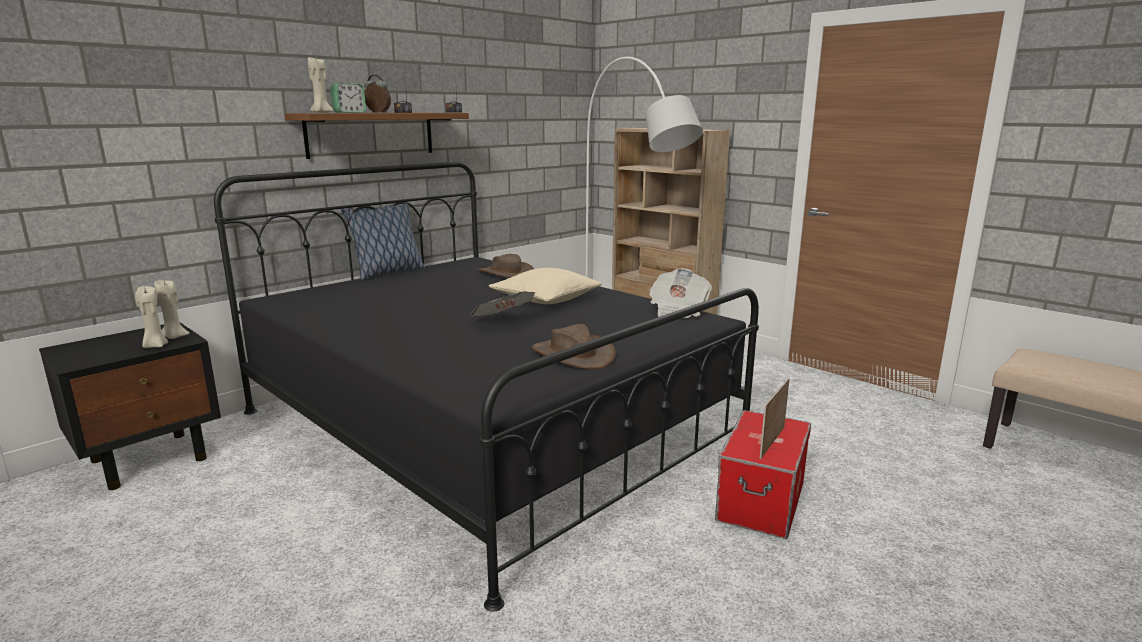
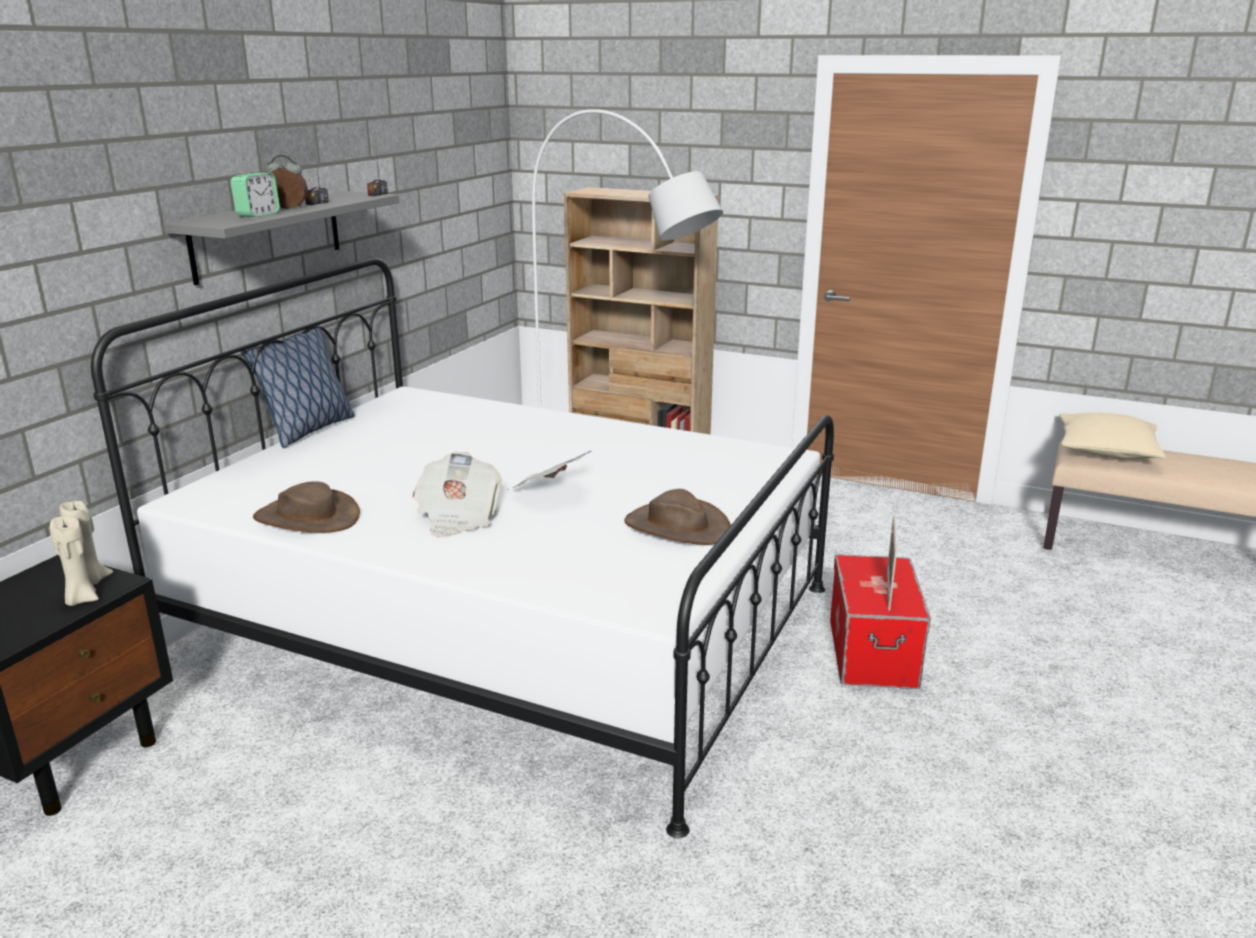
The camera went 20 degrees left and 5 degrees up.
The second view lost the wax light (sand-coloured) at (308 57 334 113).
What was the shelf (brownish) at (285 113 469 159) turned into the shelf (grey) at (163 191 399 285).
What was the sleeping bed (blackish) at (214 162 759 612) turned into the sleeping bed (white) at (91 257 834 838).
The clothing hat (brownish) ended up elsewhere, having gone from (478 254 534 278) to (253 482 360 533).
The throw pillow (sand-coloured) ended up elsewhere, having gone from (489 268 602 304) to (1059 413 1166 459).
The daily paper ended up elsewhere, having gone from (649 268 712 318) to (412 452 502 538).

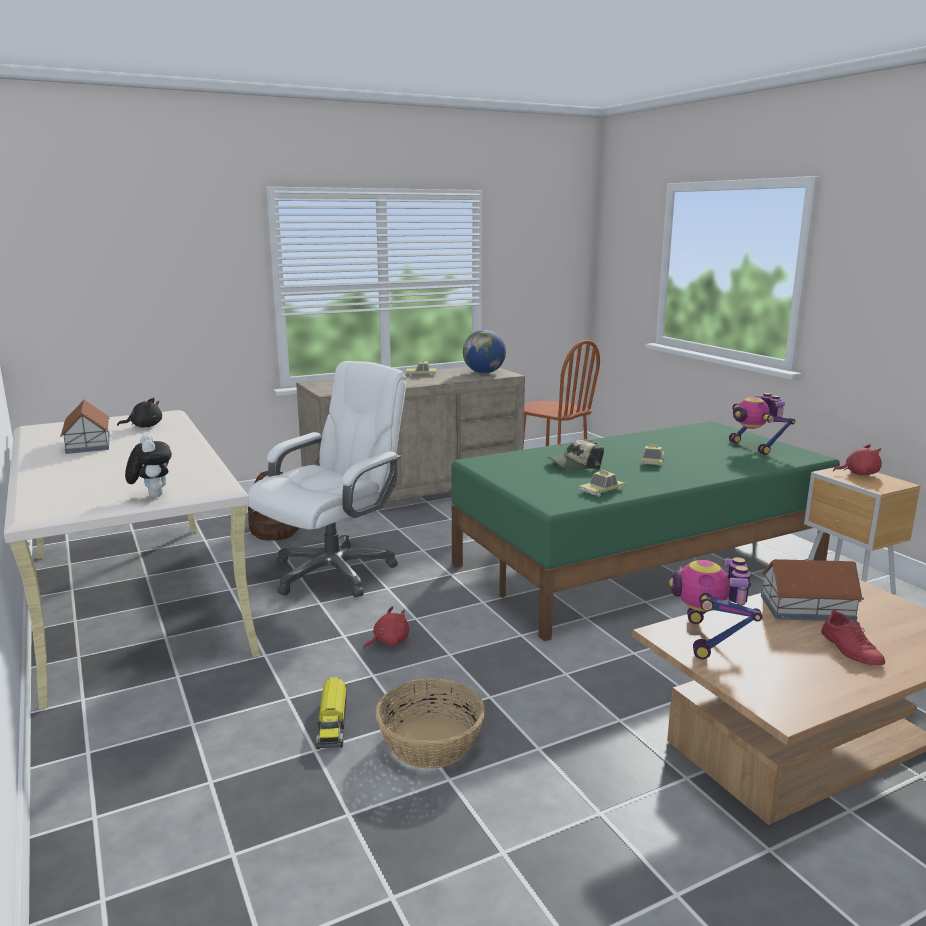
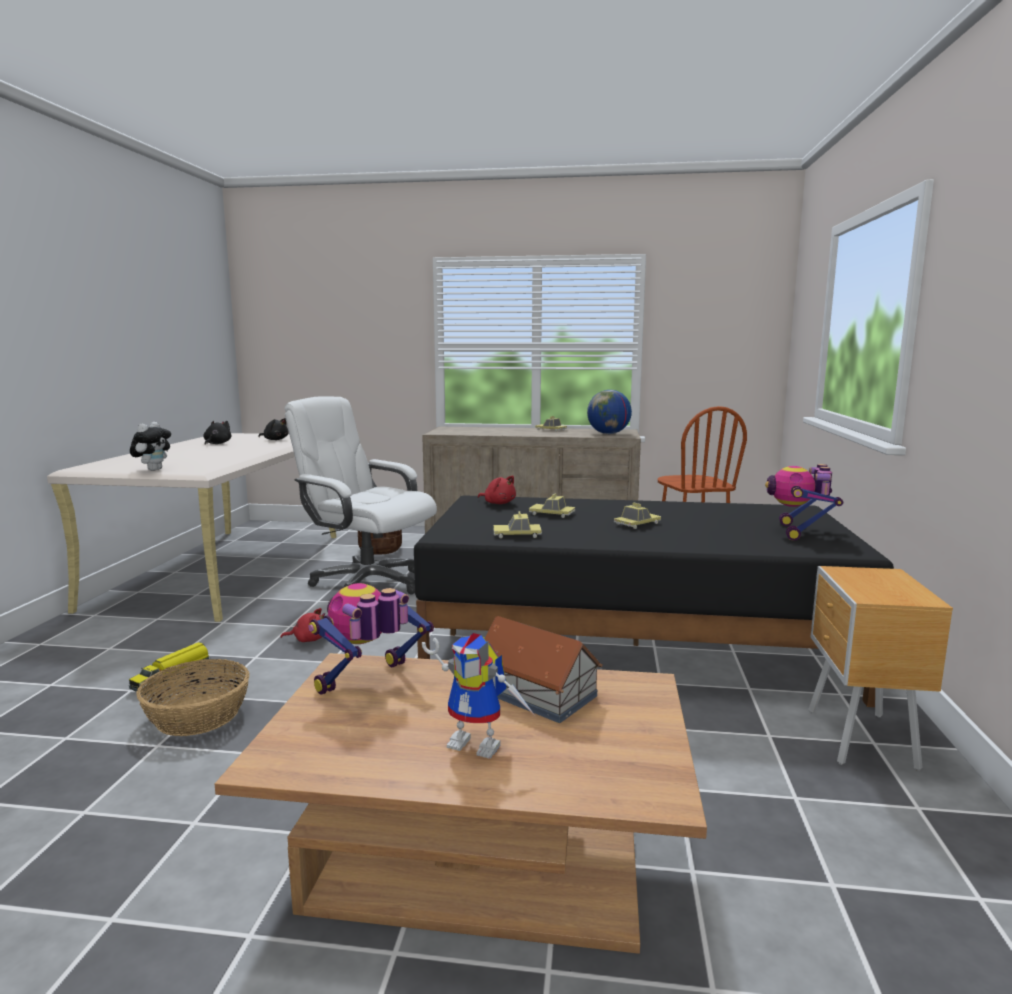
The camera went 35 degrees right and 5 degrees down.
The computer chair (white) at (248 361 406 597) ended up facing another way, 135 degrees counterclockwise from before.
Where the toy house stood at (60 399 110 454), the soft toy (blackish) came to stand at (203 421 231 445).
What was the sleeping bed (greenish) at (451 421 840 641) turned into the sleeping bed (blackish) at (414 495 894 707).
Where the baseball cap stood at (547 439 604 470), the toy car came to stand at (529 493 575 518).
The soft toy (red-coloured) ended up elsewhere, having gone from (833 444 882 475) to (478 476 516 504).
Where the item of footwear (red-coloured) stood at (821 610 885 665), the toy robot came to stand at (422 633 534 759).

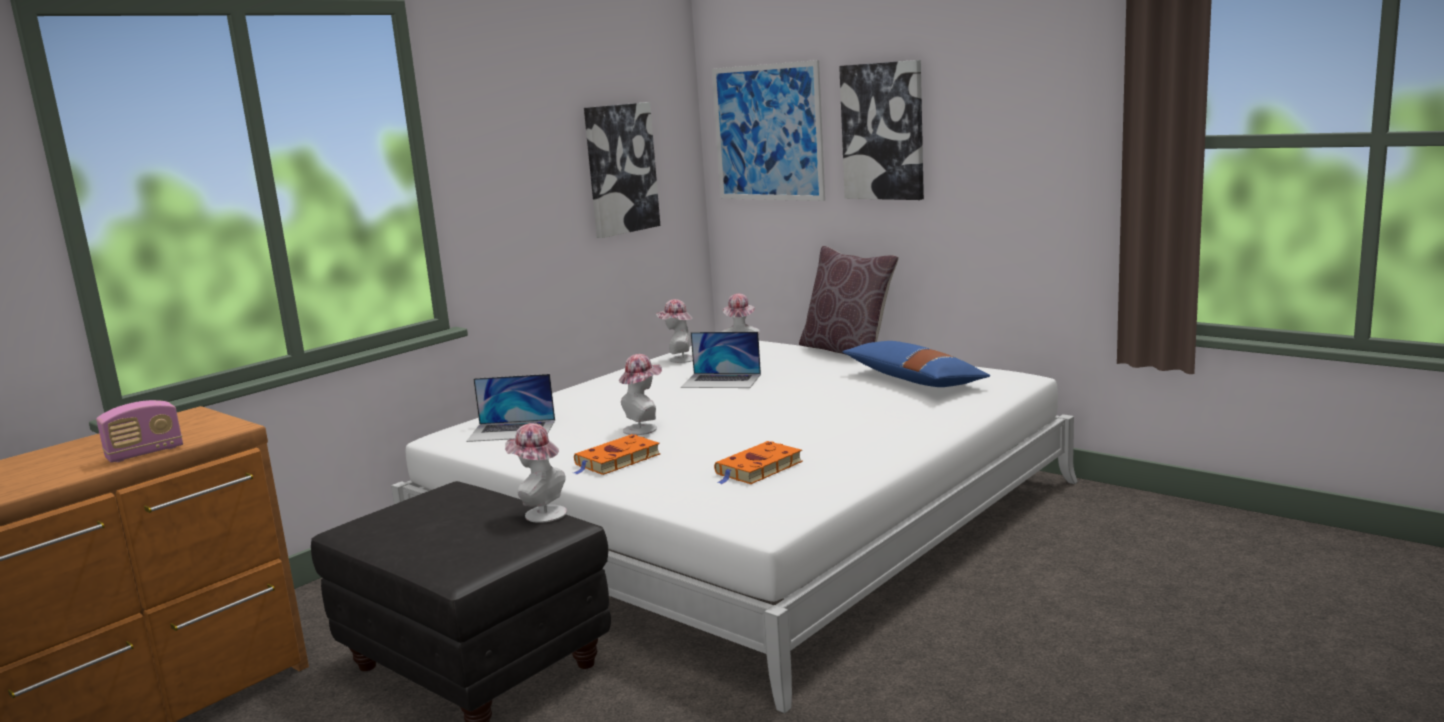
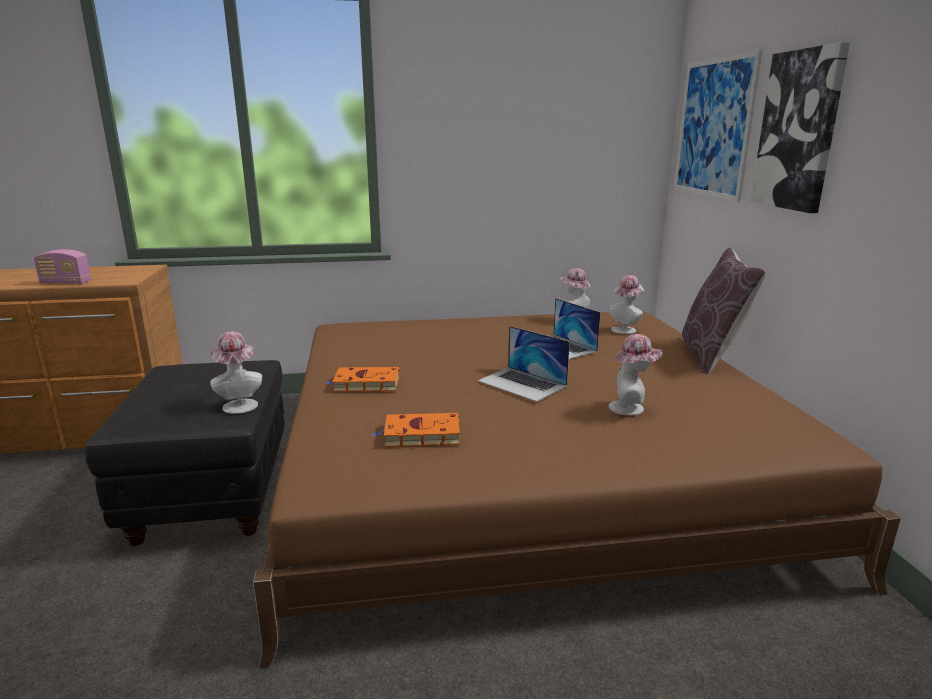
The camera went 40 degrees right and 5 degrees up.
The second view lost the wall picture at (584 102 660 238).
What was the sleeping bed (white) at (391 341 1078 713) turned into the sleeping bed (brownish) at (253 312 901 669).
The second view lost the throw pillow (blue-coloured) at (842 341 990 387).
The clothing hat ended up elsewhere, having gone from (619 354 662 435) to (609 334 663 416).
The laptop ended up elsewhere, having gone from (466 374 555 442) to (478 326 570 402).

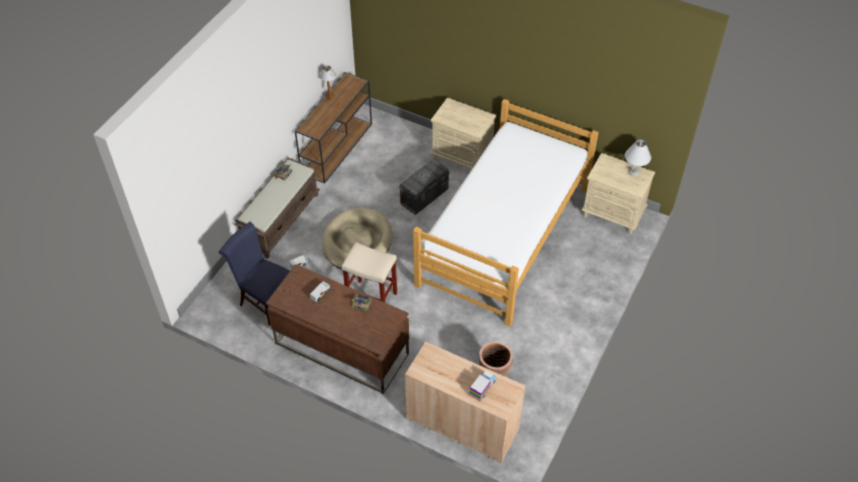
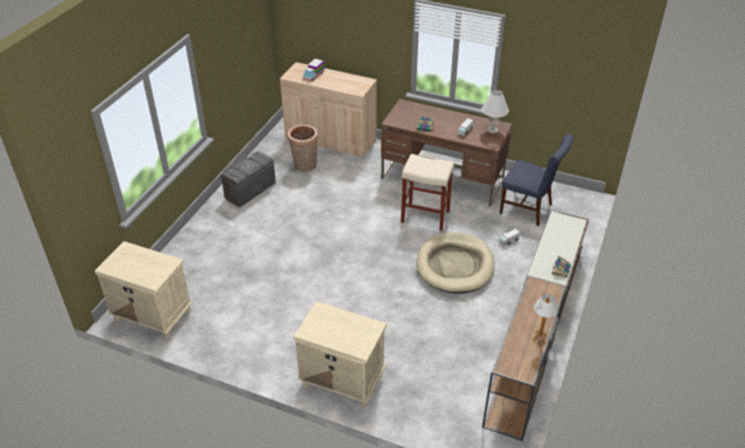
The camera went 175 degrees right and 10 degrees down.
The second view lost the sleeping bed at (413 99 599 326).
The tabletop lamp (white) ended up elsewhere, having gone from (625 140 651 176) to (482 90 509 133).
The storage container (grey) ended up elsewhere, having gone from (399 159 450 215) to (220 151 276 208).

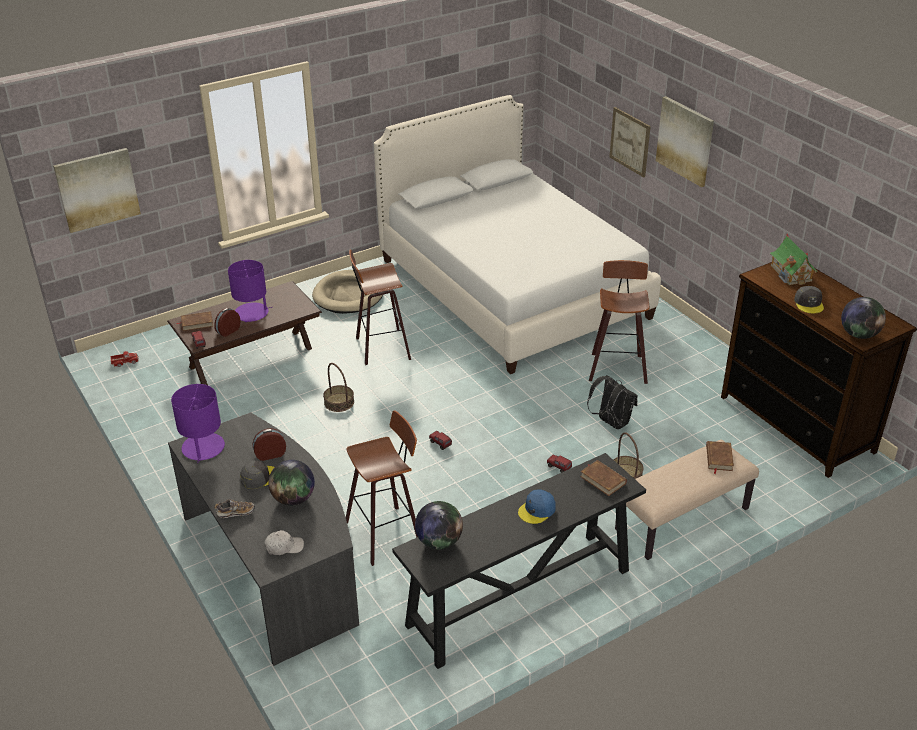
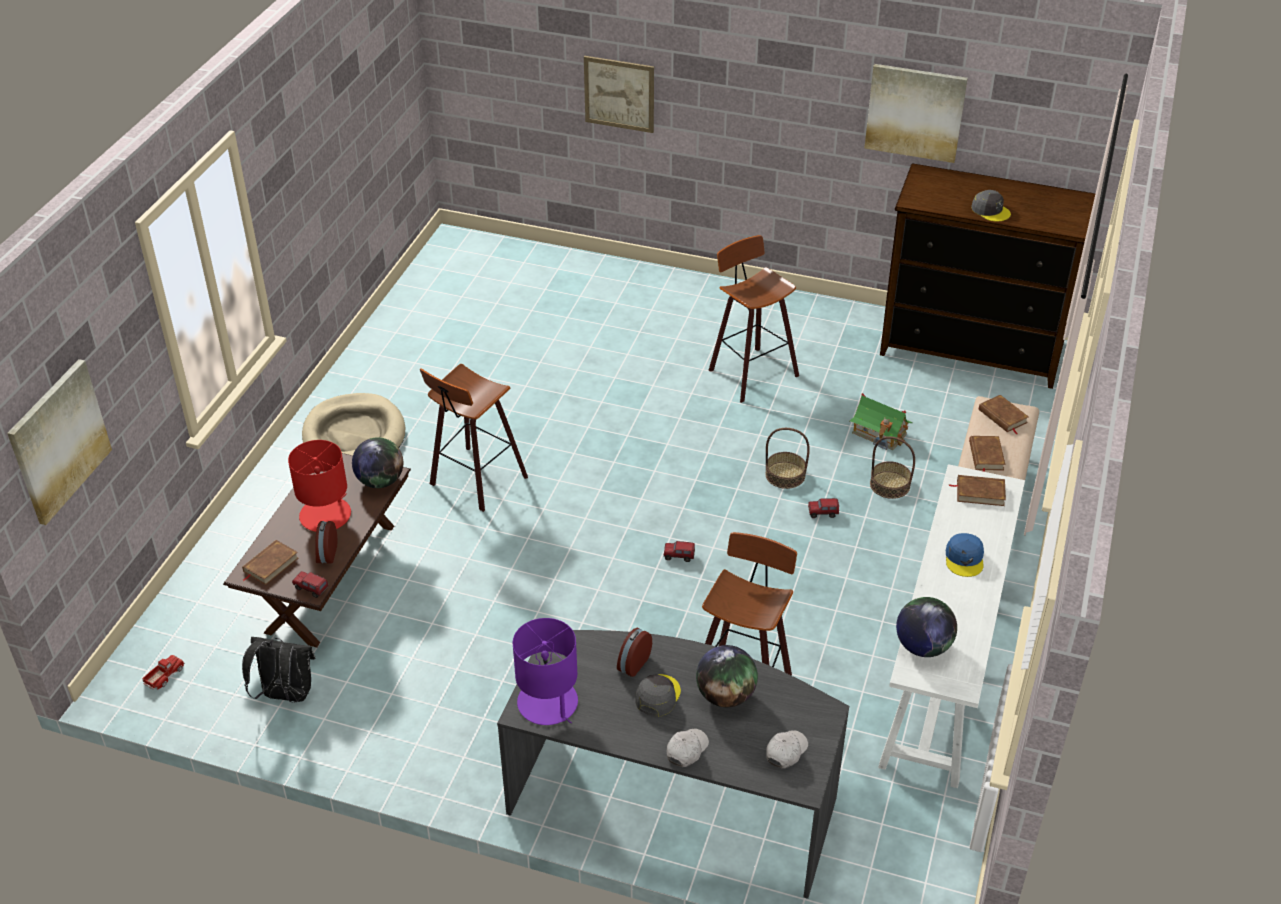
The camera went 40 degrees left and 5 degrees up.
The second view lost the sleeping bed (white) at (374 95 661 374).
The wall picture ended up elsewhere, having gone from (656 96 714 187) to (865 64 968 163).
The toy house ended up elsewhere, having gone from (770 233 818 285) to (850 393 913 450).
What was the tabletop lamp (purple-coloured) at (228 260 272 322) turned into the tabletop lamp (red-coloured) at (288 440 351 532).
The desk globe ended up elsewhere, having gone from (841 297 886 339) to (352 437 403 488).
The household basket ended up elsewhere, having gone from (323 363 354 412) to (765 428 810 489).
The rucksack (blackish) ended up elsewhere, having gone from (587 375 638 429) to (242 637 315 703).
What was the console table (blackish) at (392 453 646 669) turned into the console table (white) at (878 464 1025 788).
Where the item of footwear stood at (214 499 255 518), the baseball cap (white) came to stand at (667 729 709 767).
The second view gained the book (brownish) at (969 436 1005 472).

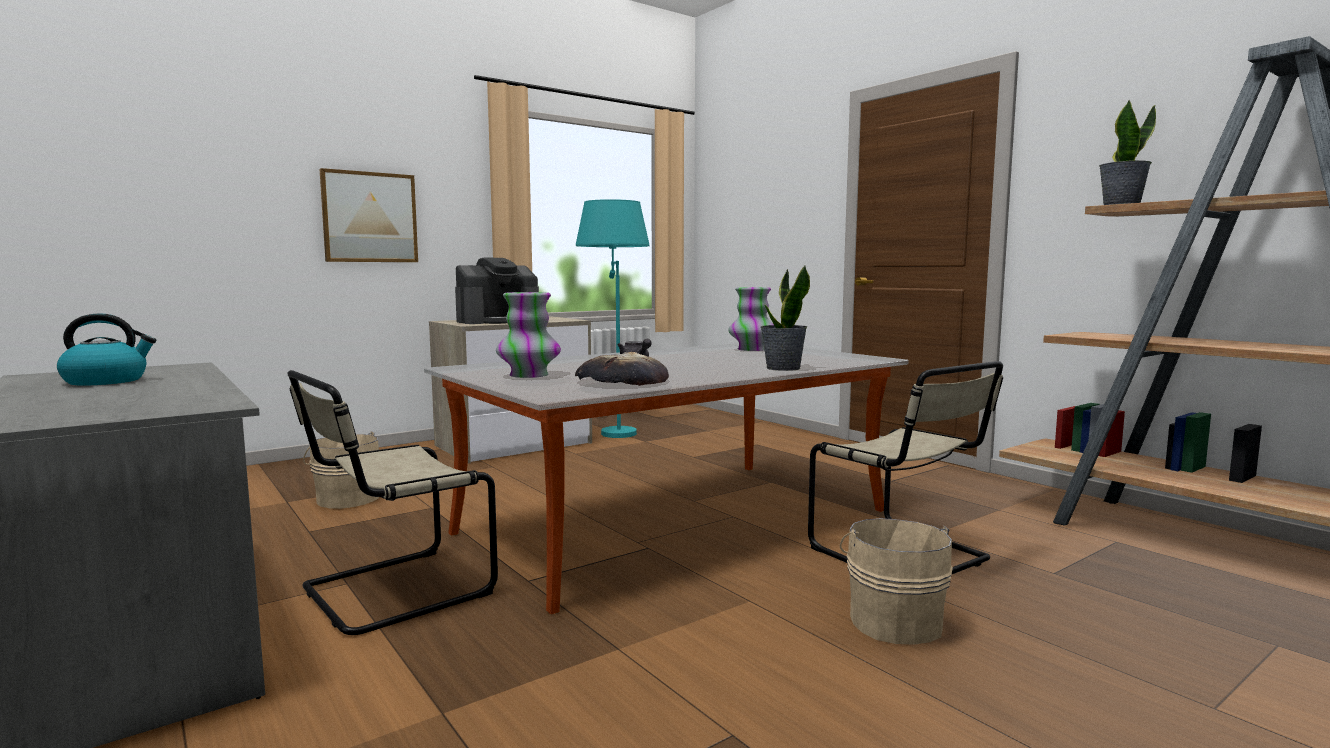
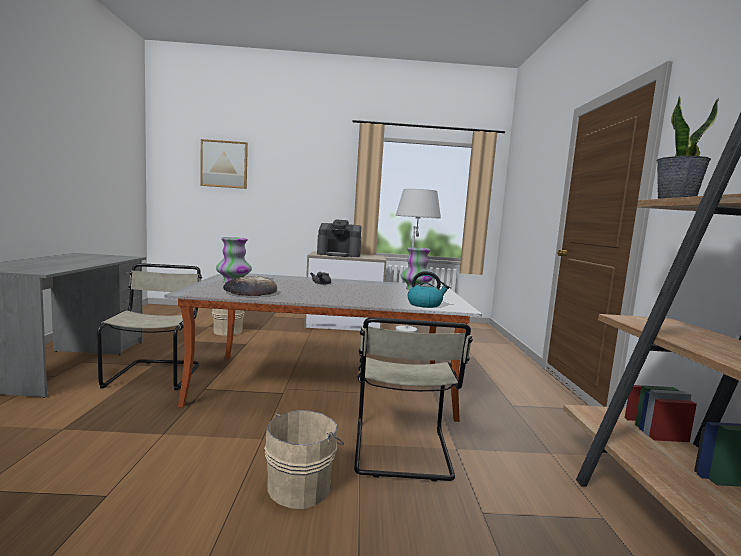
The camera went 35 degrees right and 0 degrees up.
The wall picture ended up elsewhere, having gone from (319 168 418 262) to (200 139 248 189).
What was the standing lamp (turquoise) at (576 199 649 438) turned into the standing lamp (white) at (396 189 441 333).
The second view lost the houseplant at (761 266 810 371).
The tea kettle ended up elsewhere, having gone from (57 313 156 386) to (407 271 450 308).
The upright chair (sand-coloured) at (287 370 498 635) ended up facing another way, 90 degrees clockwise from before.

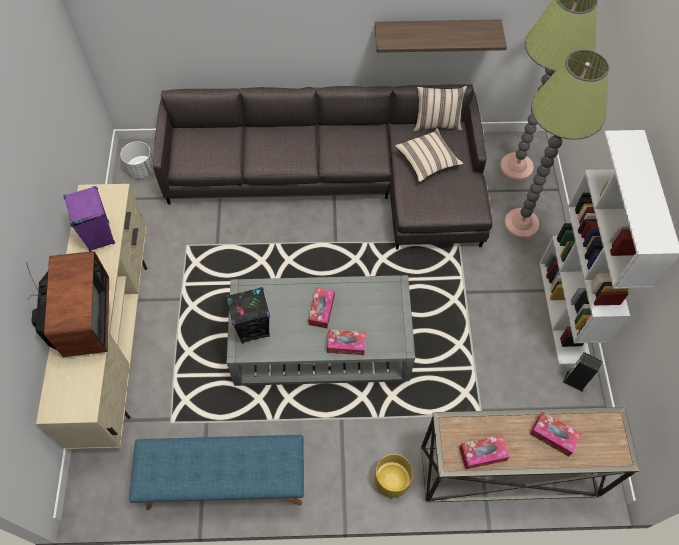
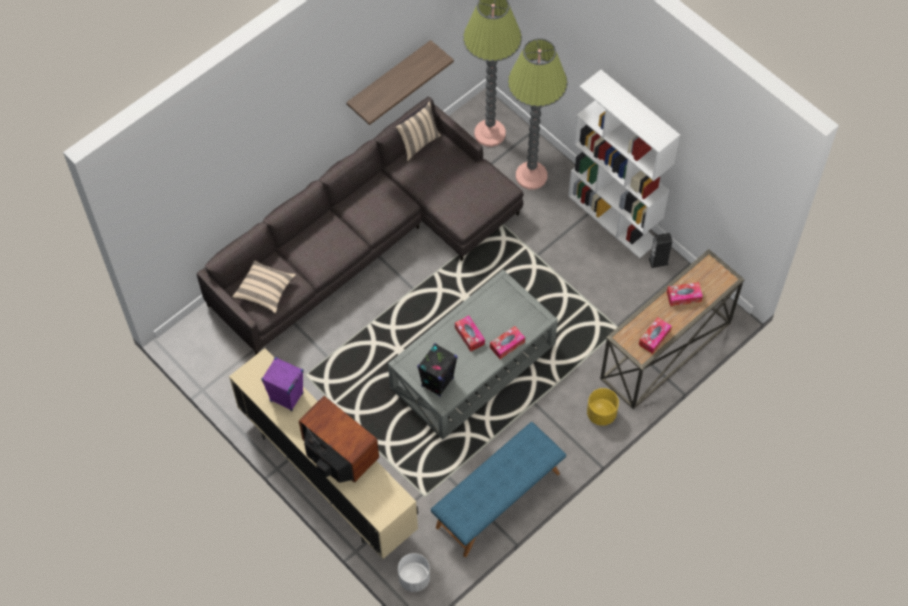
The camera went 40 degrees left and 0 degrees up.
The throw pillow (sand-coloured) ended up elsewhere, having gone from (395 128 464 182) to (232 261 296 313).
The planter (white) ended up elsewhere, having gone from (121 141 154 179) to (398 553 430 592).

